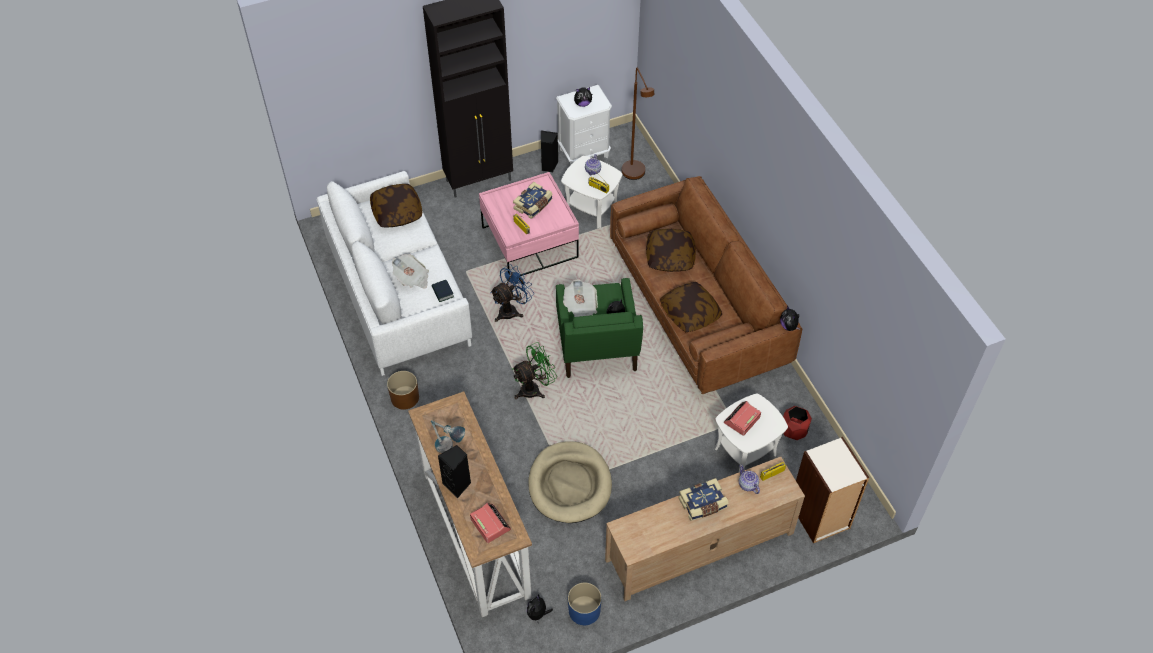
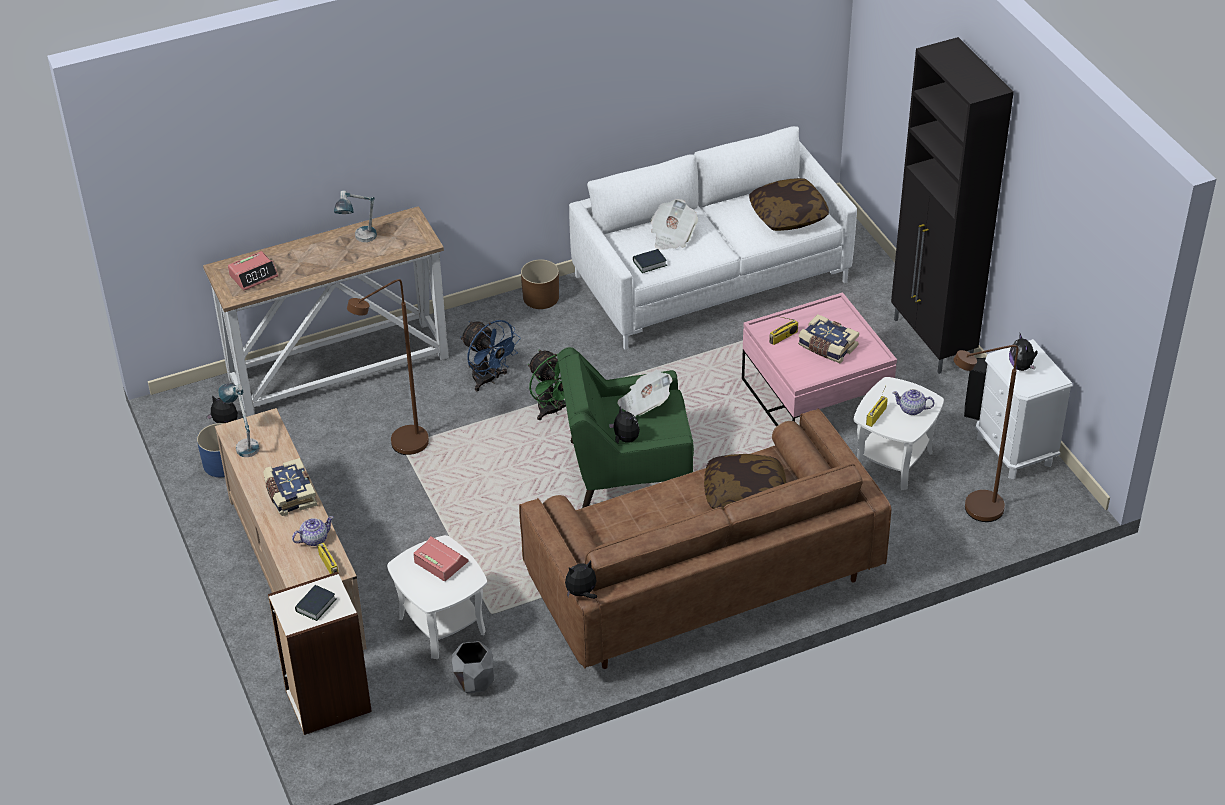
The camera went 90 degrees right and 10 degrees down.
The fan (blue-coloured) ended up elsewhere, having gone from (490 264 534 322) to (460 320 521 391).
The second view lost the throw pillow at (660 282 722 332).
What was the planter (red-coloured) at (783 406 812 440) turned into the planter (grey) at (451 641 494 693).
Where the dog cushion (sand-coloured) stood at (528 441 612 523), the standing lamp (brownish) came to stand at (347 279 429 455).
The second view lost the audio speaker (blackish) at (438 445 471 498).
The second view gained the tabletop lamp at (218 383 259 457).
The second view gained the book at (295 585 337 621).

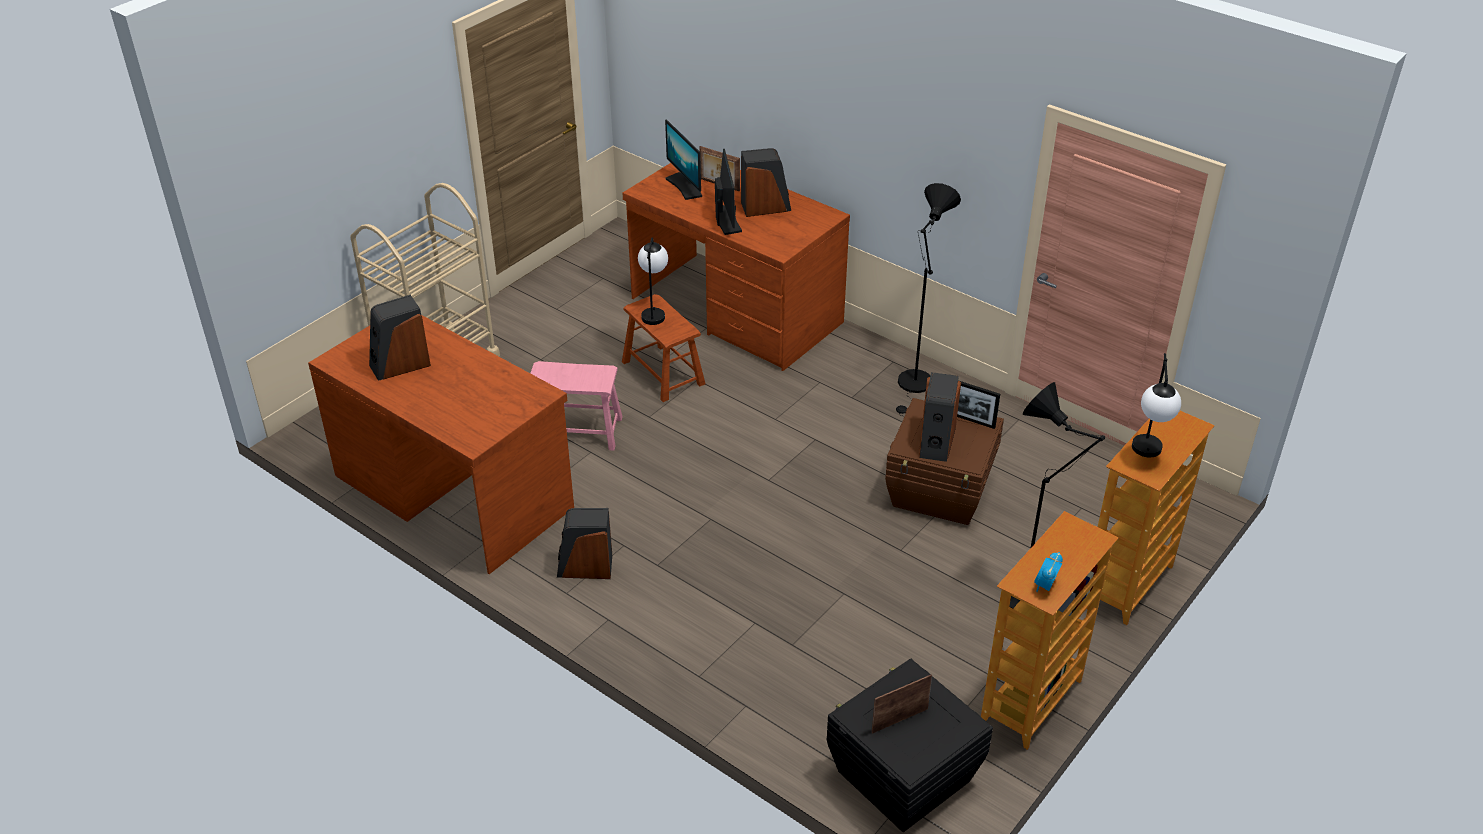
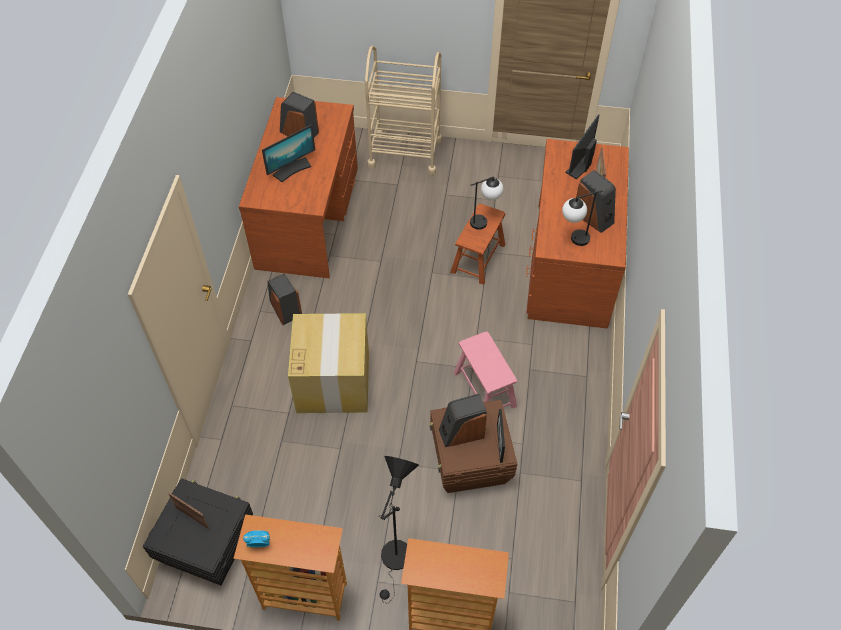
The camera went 60 degrees right and 15 degrees up.
The computer display ended up elsewhere, having gone from (715 149 742 235) to (262 124 315 182).
The second view lost the standing lamp (blackish) at (896 183 961 417).
The tabletop lamp ended up elsewhere, having gone from (1132 353 1181 457) to (562 190 603 246).
The sitting stool (pink-coloured) ended up elsewhere, having gone from (530 361 623 451) to (454 332 517 409).
The second view gained the packing box at (288 313 369 413).

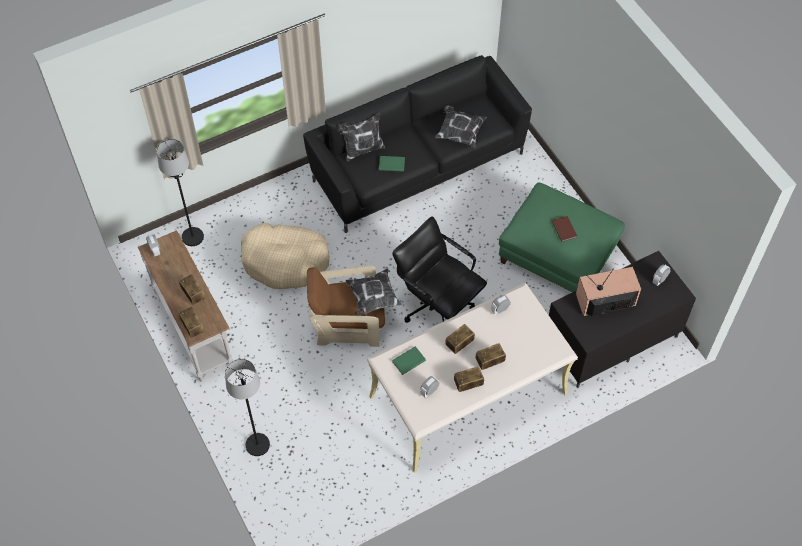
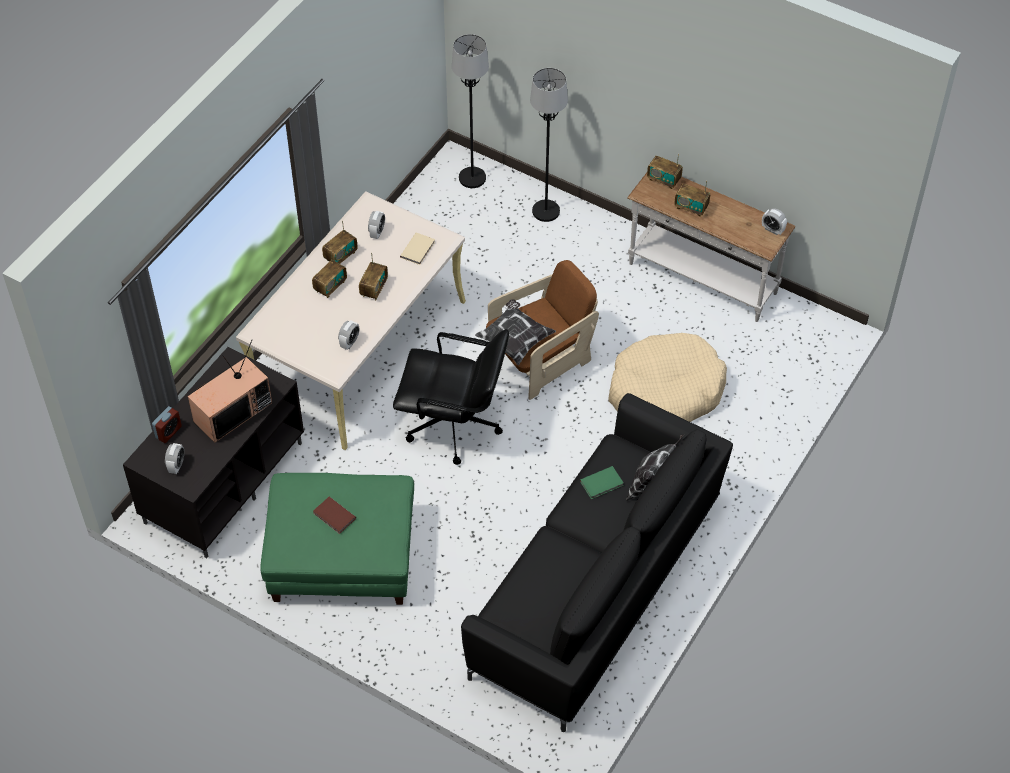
The camera went 150 degrees right and 5 degrees down.
The second view lost the throw pillow at (435 105 487 148).
The standing lamp (blackish) ended up elsewhere, having gone from (156 139 204 246) to (452 34 489 188).
What was the book (greenish) at (392 346 426 375) turned into the book (sand-coloured) at (400 232 435 265).
The second view gained the table clock at (152 406 182 443).

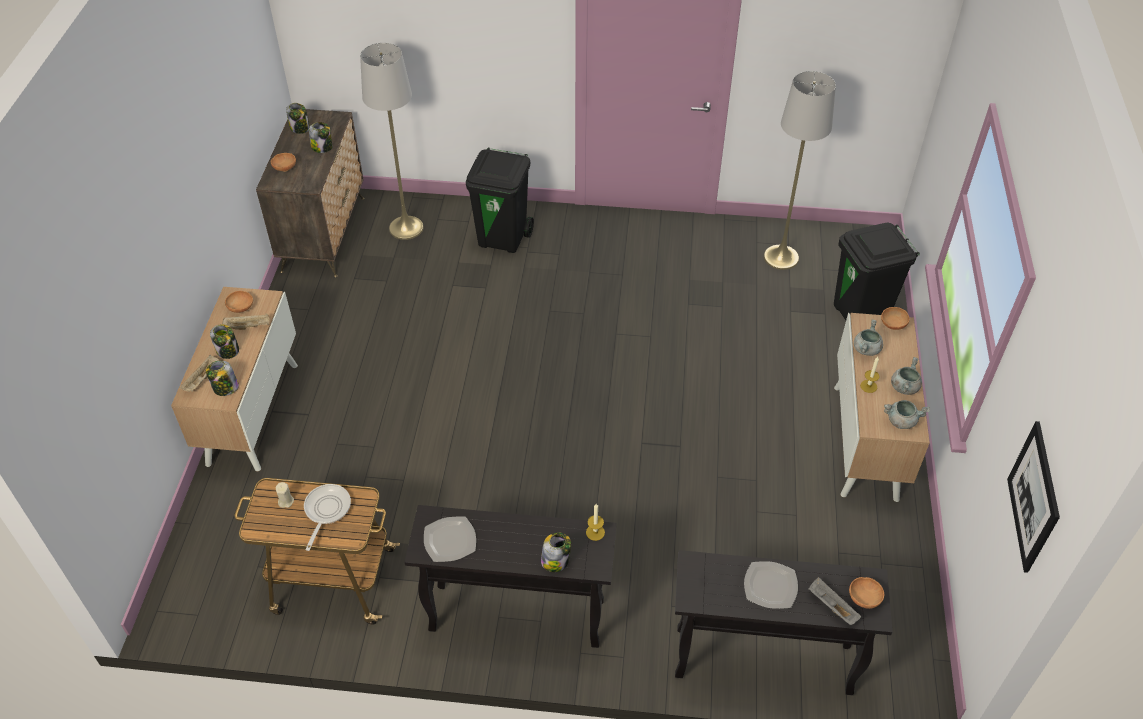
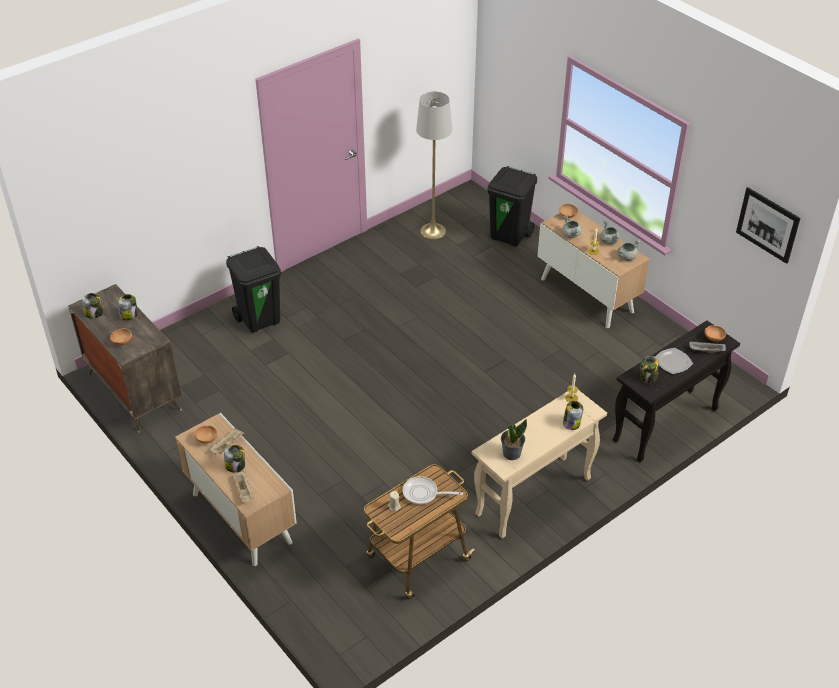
The camera went 45 degrees left and 5 degrees down.
The second view lost the standing lamp (grey) at (360 43 424 240).
The storage jar ended up elsewhere, having gone from (206 361 239 396) to (640 356 659 384).
The frying pan at (304 484 351 551) ended up facing another way, 45 degrees counterclockwise from before.
What was the console table (blackish) at (404 505 617 648) turned into the console table (sand-coloured) at (472 390 607 539).
Where the flat dish stood at (424 517 476 562), the houseplant came to stand at (501 419 527 460).

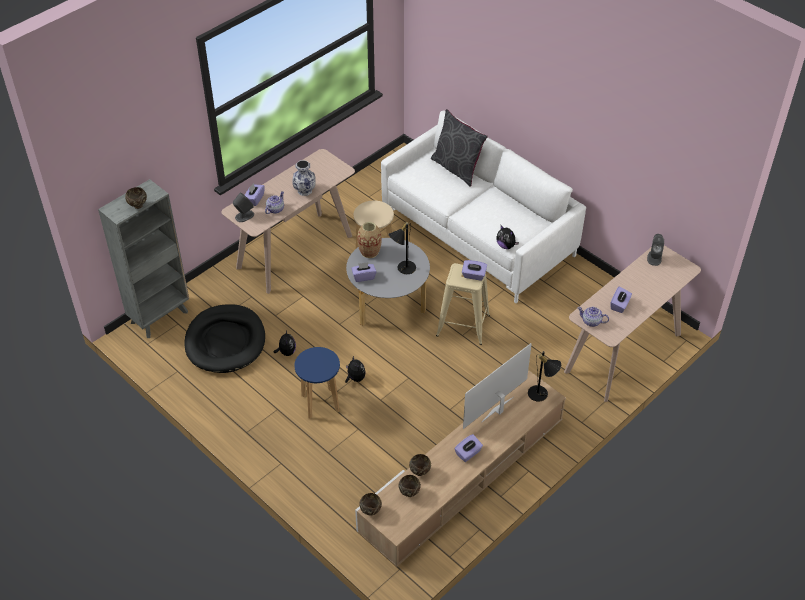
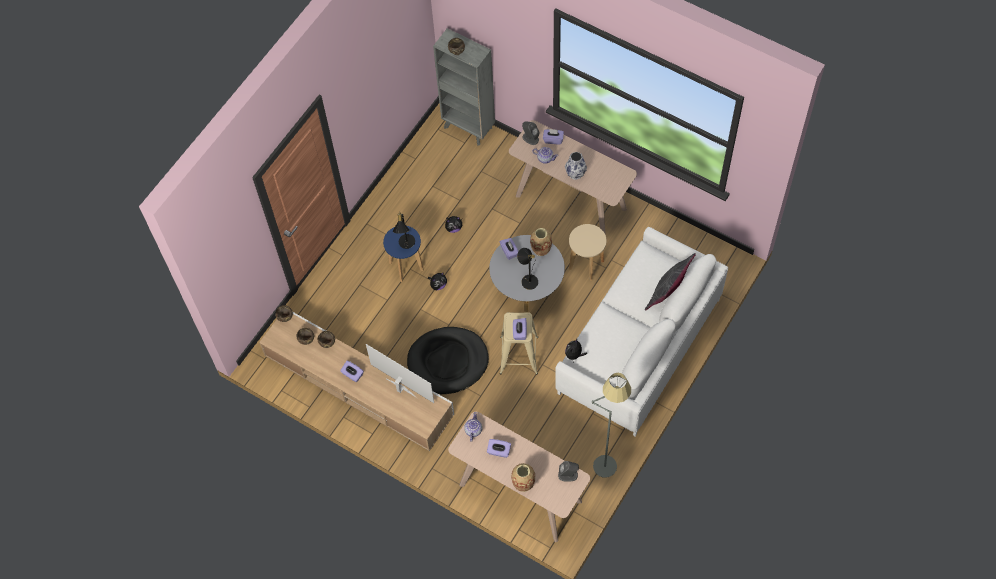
The camera went 80 degrees right and 15 degrees up.
The dog cushion (blackish) ended up elsewhere, having gone from (184 304 265 373) to (407 327 489 394).
The tabletop lamp (blackish) ended up elsewhere, having gone from (528 351 561 401) to (393 211 415 249).
The second view gained the standing lamp (grey) at (592 373 631 478).
The second view gained the decorative vase at (511 463 535 492).

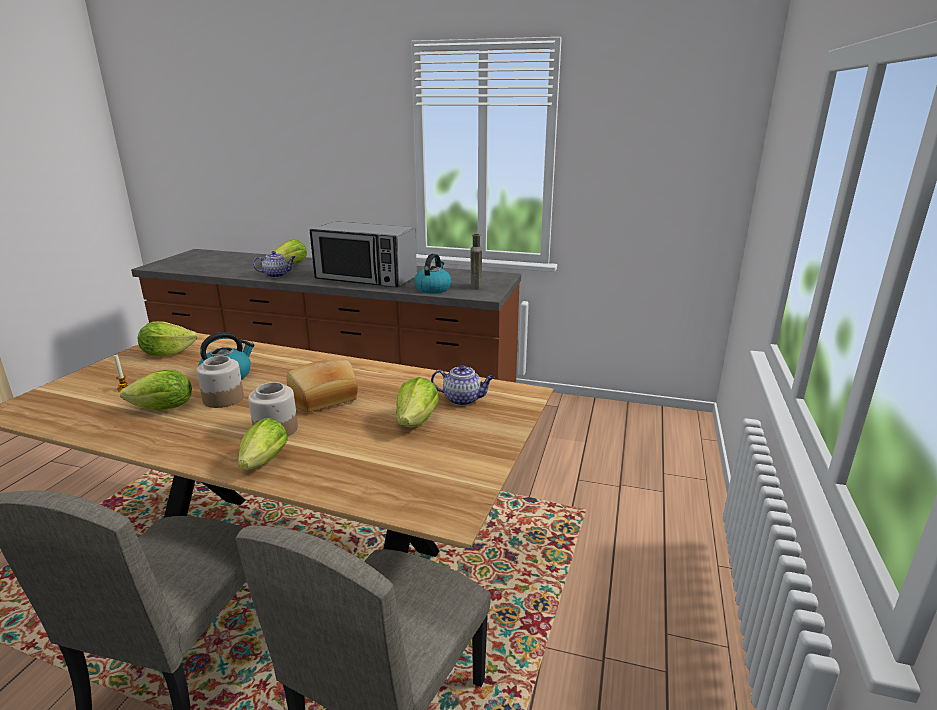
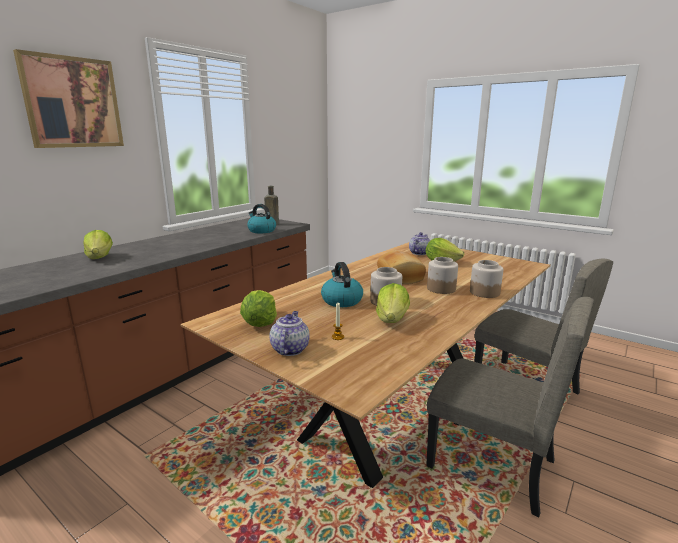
The camera went 70 degrees left and 5 degrees down.
The second view lost the microwave at (310 221 417 288).
The teapot ended up elsewhere, having gone from (253 251 296 278) to (270 311 310 356).
Where the head of lettuce stood at (238 418 288 470), the storage jar came to stand at (470 260 503 298).
The second view gained the wall picture at (13 49 124 148).

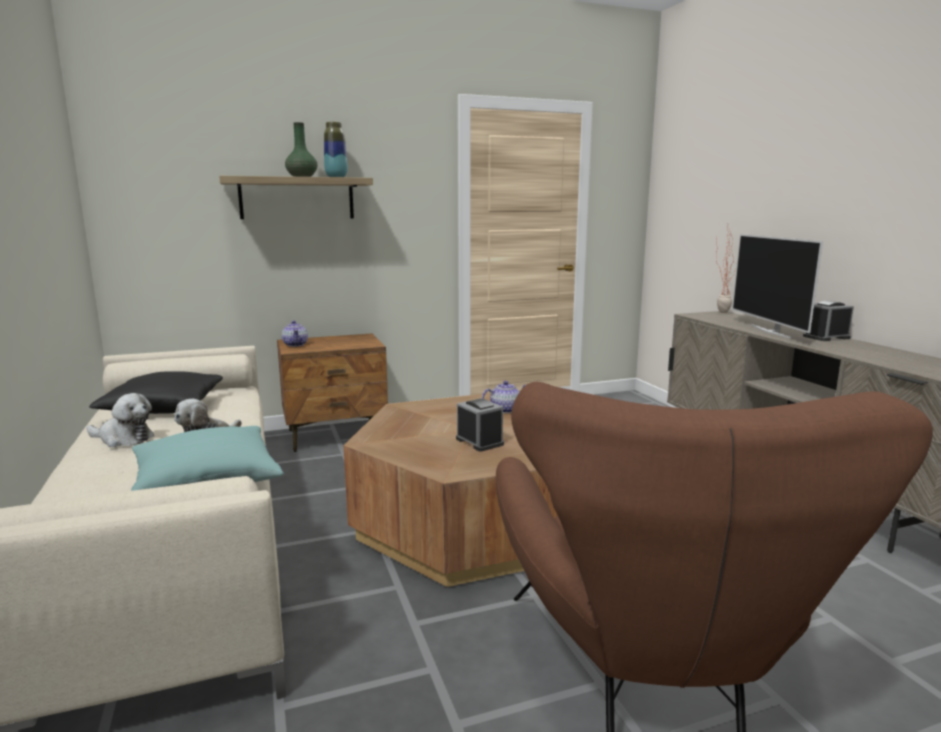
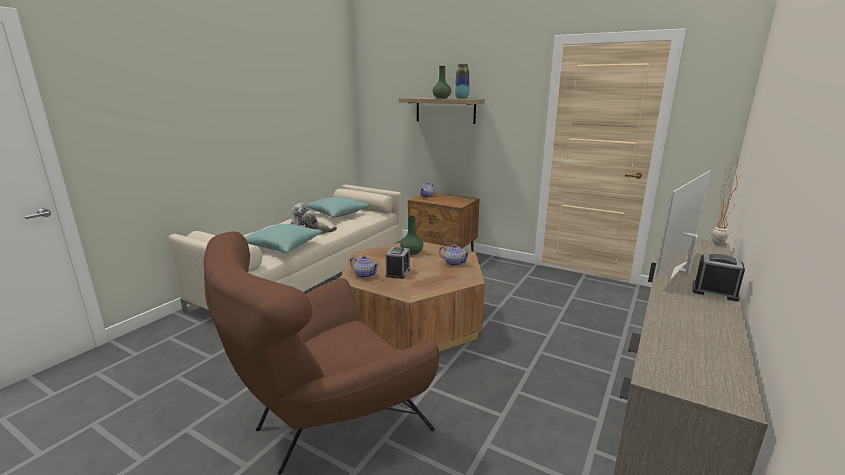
The camera went 50 degrees right and 5 degrees up.
What was the throw pillow (blackish) at (89 371 223 414) turned into the throw pillow (turquoise) at (307 196 370 218).
The second view gained the decorative vase (greenish) at (400 216 423 255).
The second view gained the teapot at (350 255 379 278).

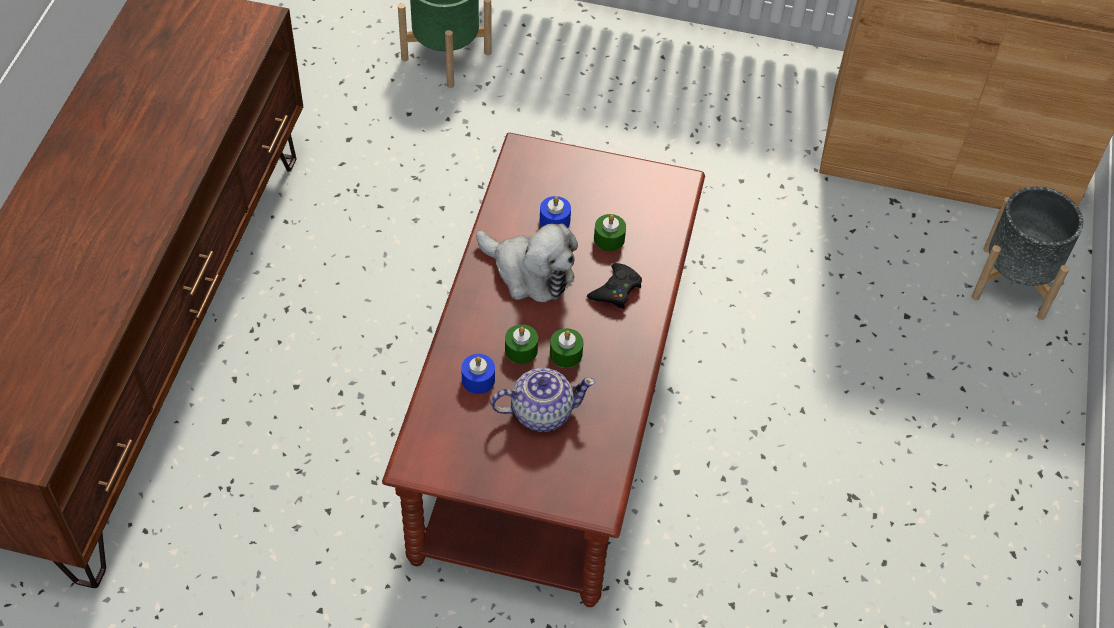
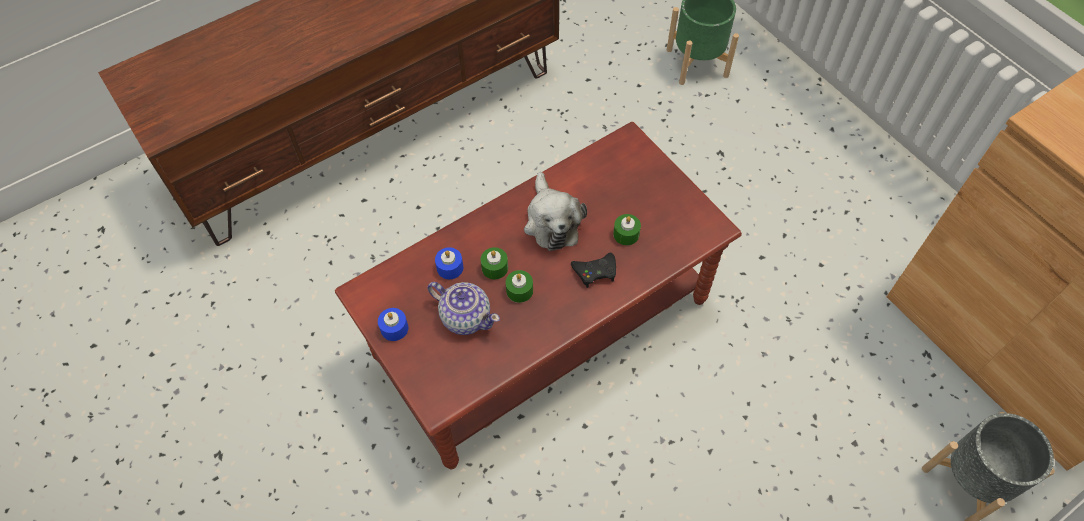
The camera went 45 degrees right and 5 degrees up.
The wax light (blue-coloured) ended up elsewhere, having gone from (540 196 571 228) to (378 308 408 341).

